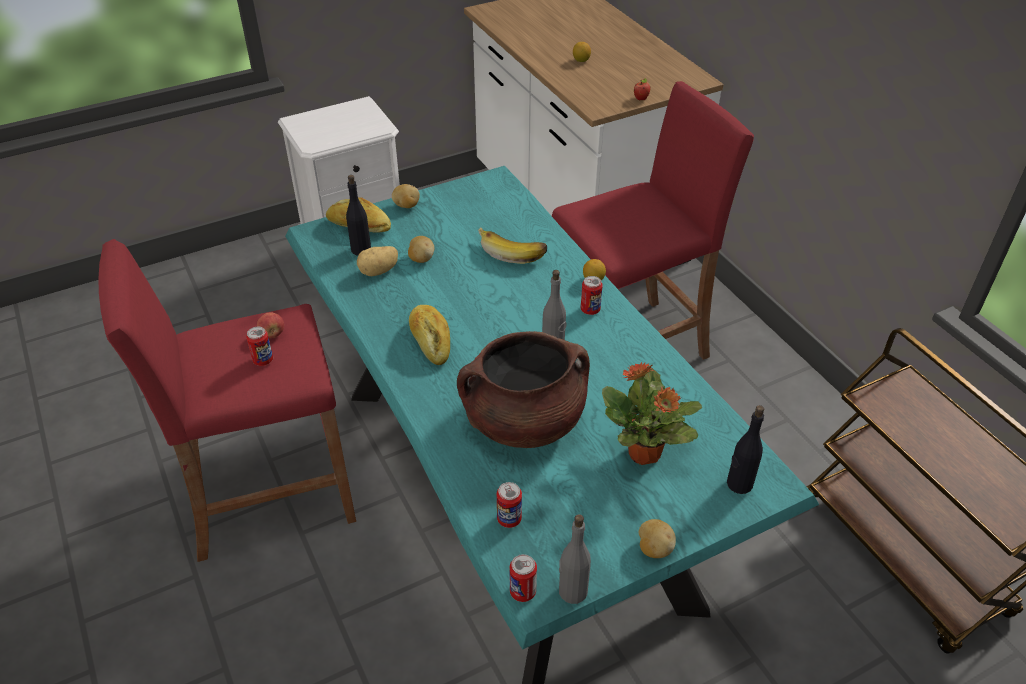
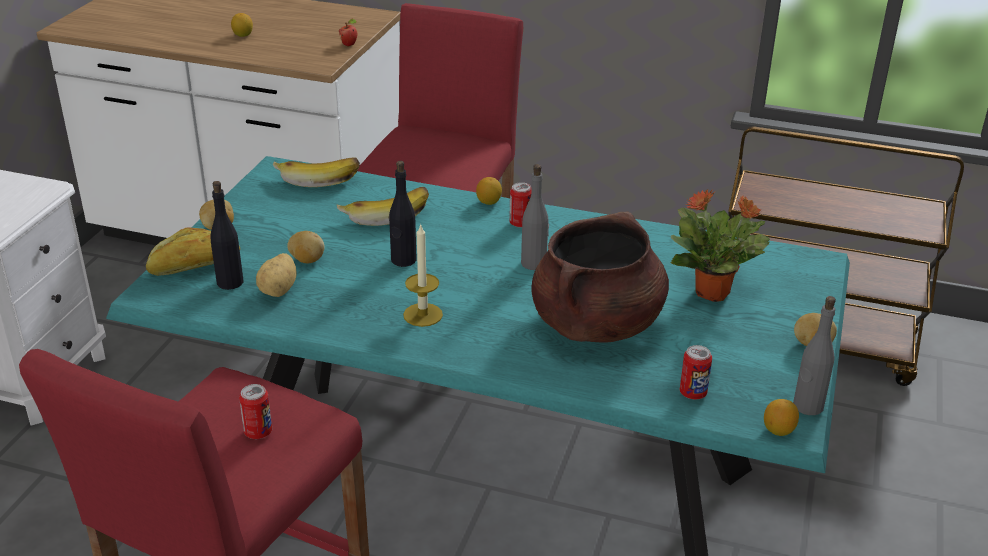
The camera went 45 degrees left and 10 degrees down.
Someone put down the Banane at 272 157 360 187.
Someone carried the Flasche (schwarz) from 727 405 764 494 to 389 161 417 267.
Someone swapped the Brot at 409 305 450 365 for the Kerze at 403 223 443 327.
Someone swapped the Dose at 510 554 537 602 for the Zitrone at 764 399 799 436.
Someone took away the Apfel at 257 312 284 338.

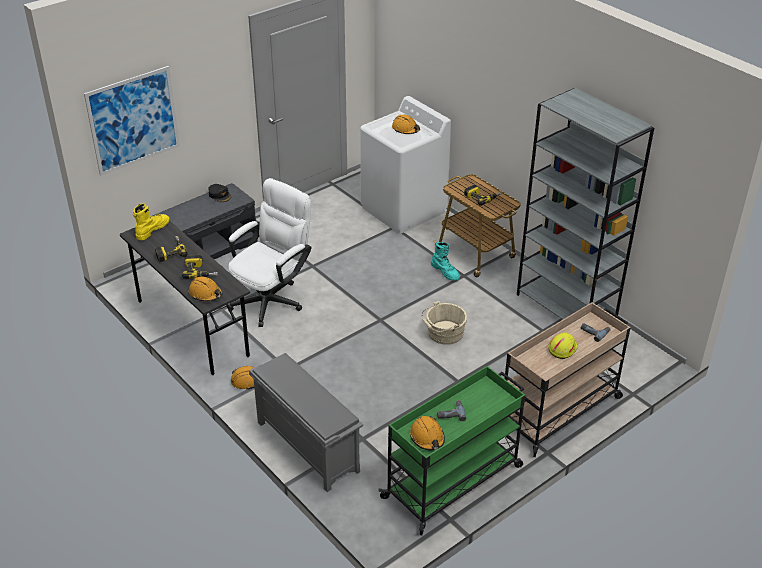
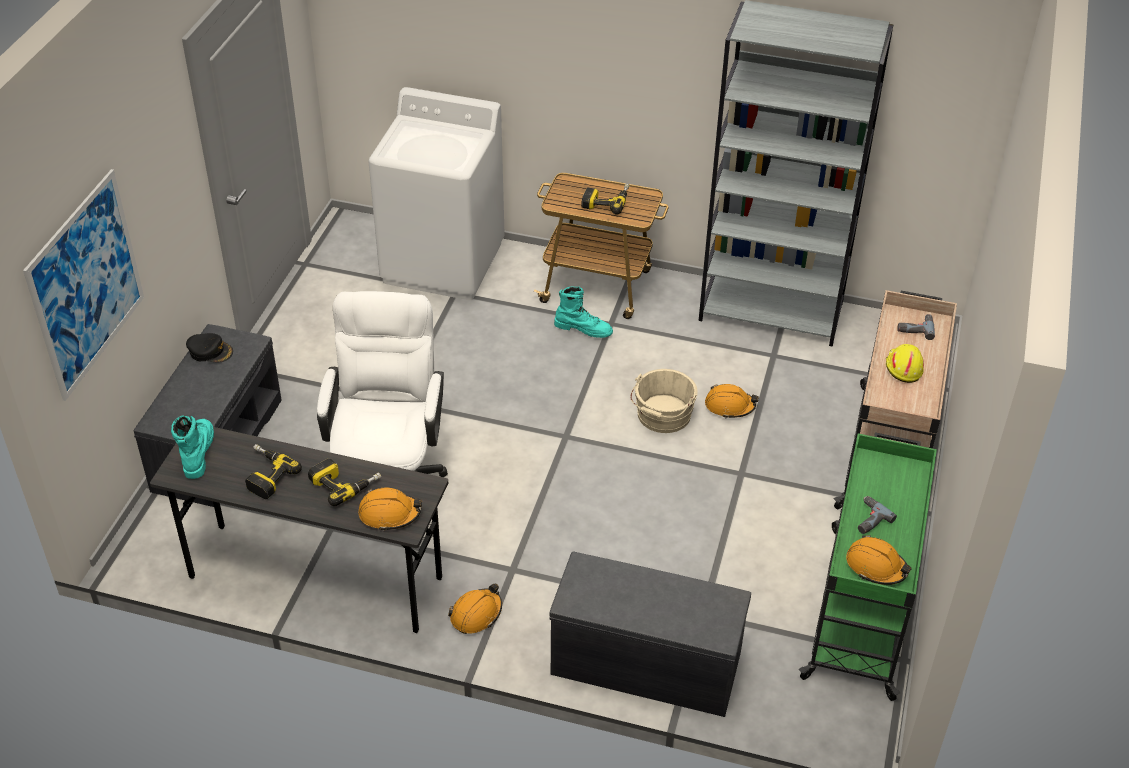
The camera went 35 degrees left and 5 degrees up.
Someone repainted the Stiefel (gelb) at 133 203 169 240, which became the Stiefel (türkis) at 171 415 214 479.
Someone swapped the Schuhregal (grau) at 249 353 363 492 for the Bank (grau) at 549 552 751 717.
Someone carried the Schutzhelm (orange) from 392 115 420 134 to 705 384 759 419.

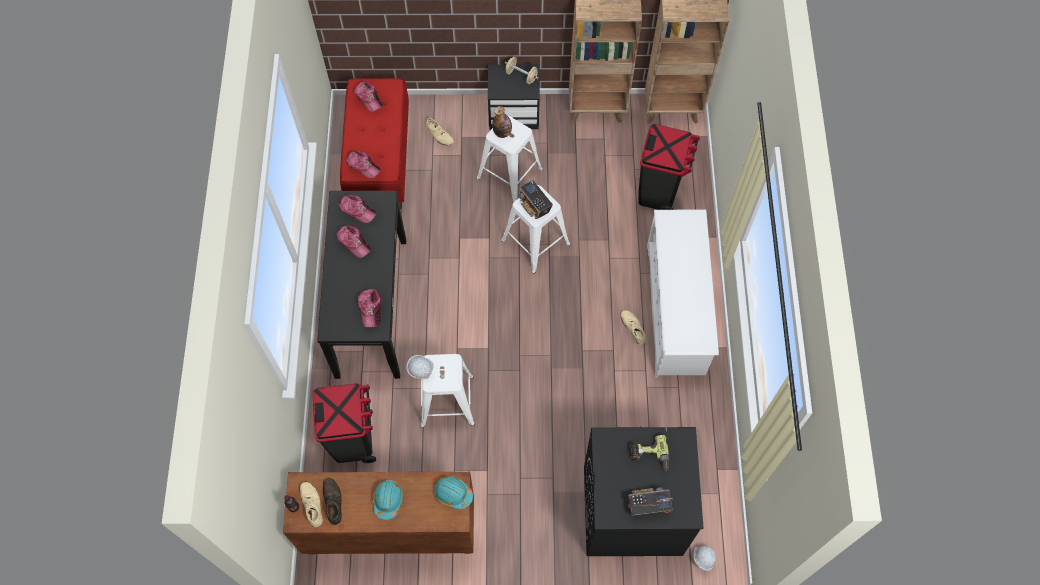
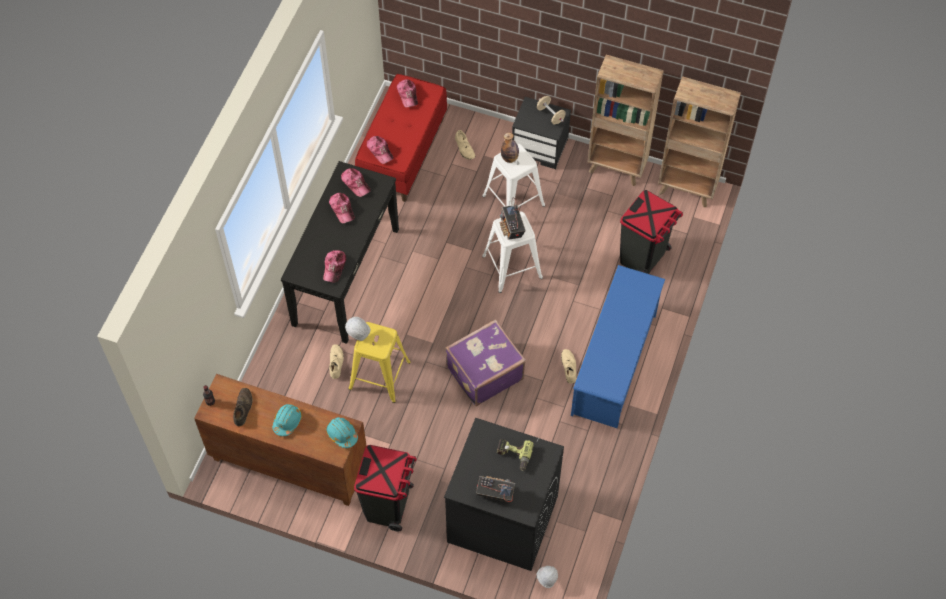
The camera went 20 degrees right and 5 degrees down.
Someone carried the Schuh (beige) from 300 482 323 527 to 329 344 344 379.
Someone repainted the Hocker (weiß) at 421 354 475 428, which became the Hocker (gelb) at 349 322 411 403.
Someone carried the Mülleimer (schwarz) from 313 383 376 463 to 354 445 416 531.
Someone put down the Koffer (lila) at 445 319 526 406.
Someone repainted the Schuhregal (weiß) at 647 210 719 378, which became the Schuhregal (blau) at 571 265 665 428.

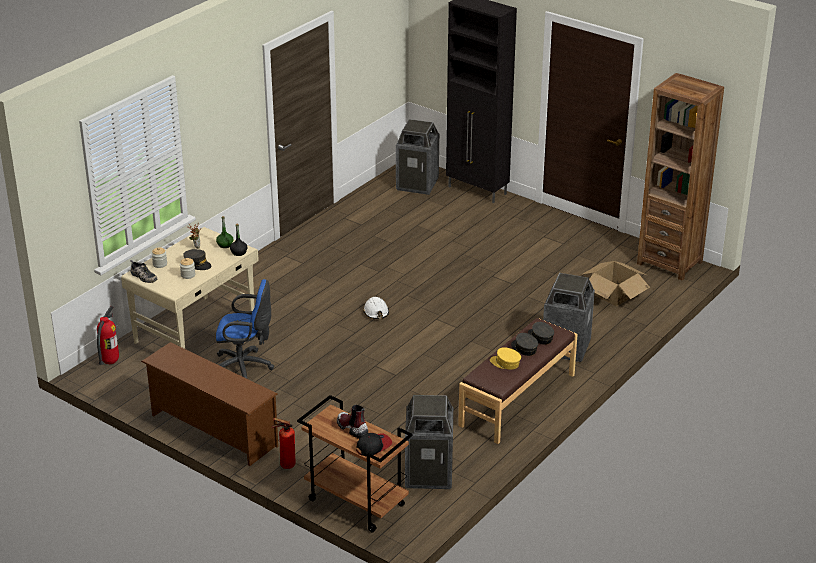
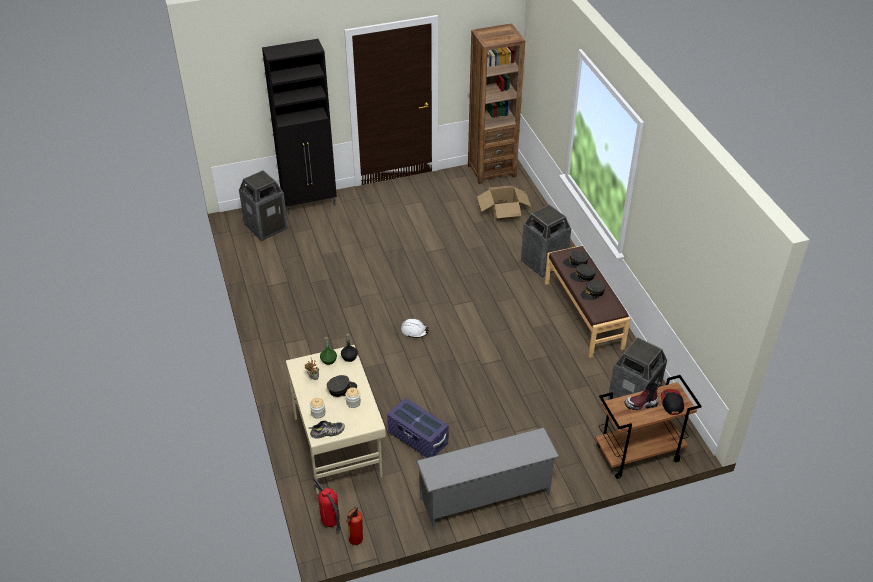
The camera went 55 degrees left and 10 degrees up.
Someone carried the Feuerlöscher from 272 418 295 469 to 346 507 363 545.
Someone swapped the Bürostuhl (blau) at 216 279 274 379 for the Aufbewahrungsbox (lila) at 387 398 449 458.
Someone repainted the Schuhregal (braun) at 141 342 279 466, which became the Schuhregal (grau) at 416 427 560 527.
Someone repainted the Kappe (gelb) at 490 347 521 370, which became the Kappe (grau) at 580 280 606 300.

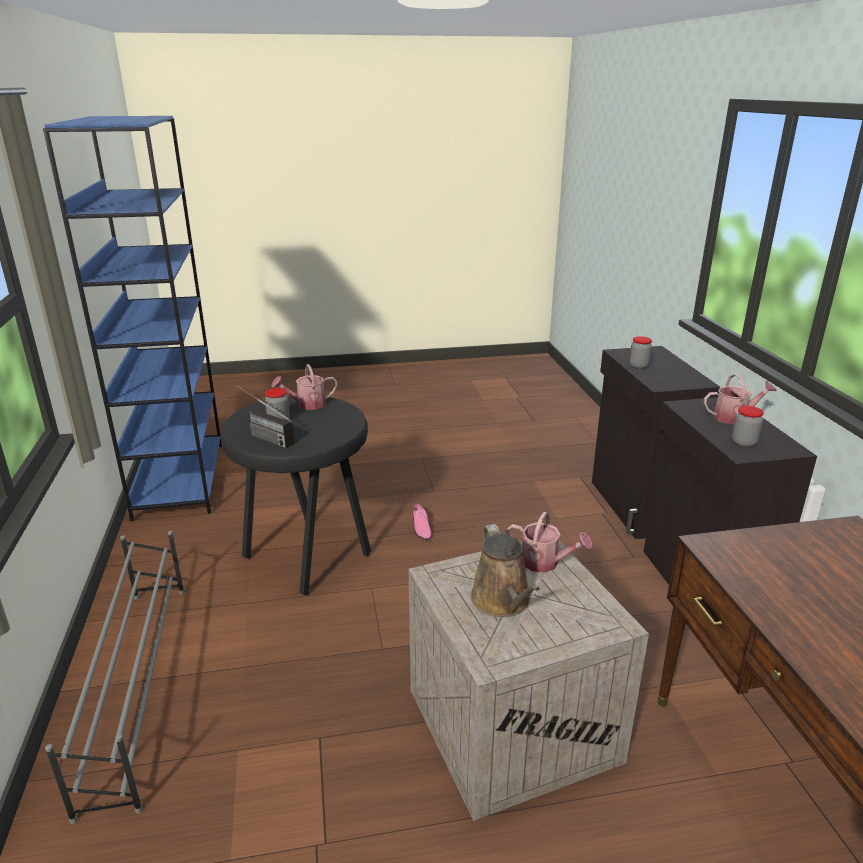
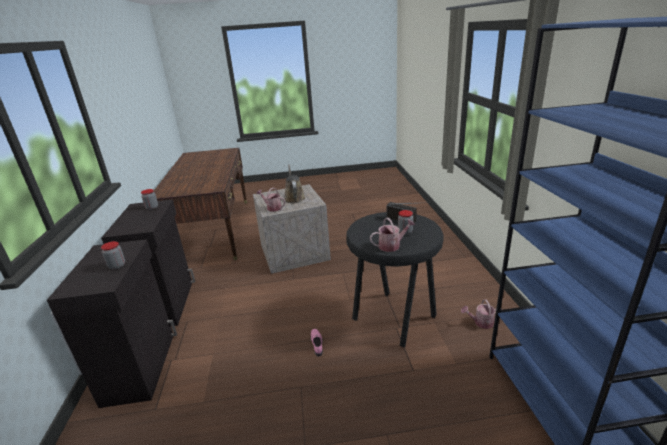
The camera went 175 degrees left and 0 degrees up.
Someone carried the Gießkanne from 704 374 777 424 to 461 299 502 329.
Someone took away the Schuhregal (grau) at 45 531 185 824.

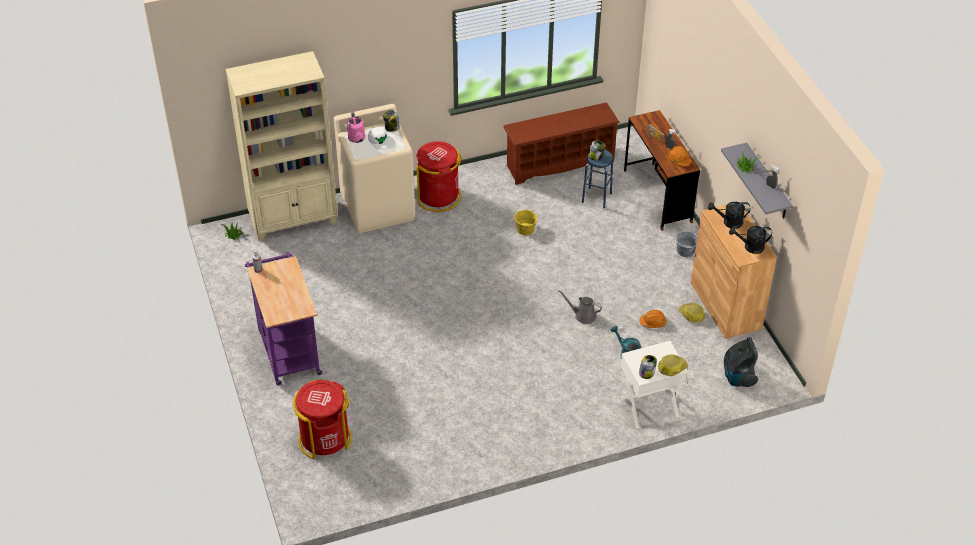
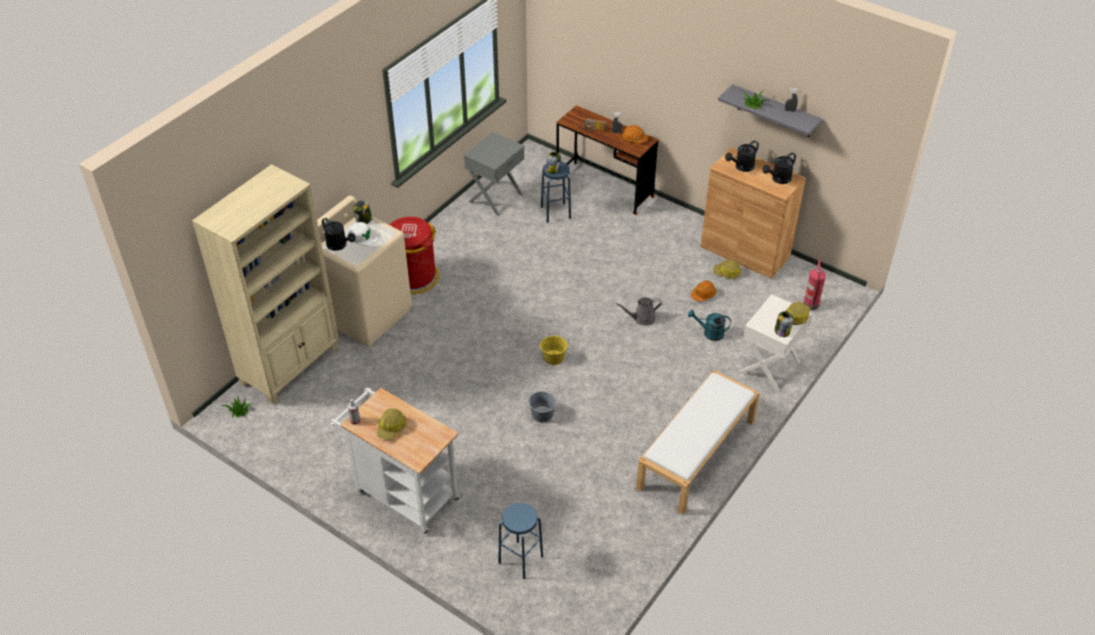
The camera went 35 degrees left and 0 degrees up.
Someone repainted the Gießkanne (rosa) at 347 112 365 143, which became the Gießkanne (schwarz) at 322 218 355 251.
Someone repainted the Rollwagen (lila) at 245 252 322 386, which became the Rollwagen (weiß) at 331 388 459 535.
Someone put down the Schutzhelm at 376 408 407 440.
Someone swapped the Schuhregal (braun) at 503 103 620 185 for the Nachttisch (grau) at 464 132 524 216.
Someone swapped the Mülleimer (rot) at 293 379 352 459 for the Hocker (blau) at 498 503 543 579.
Someone carried the Eimer (grau) from 676 231 697 257 to 529 391 556 422.
Someone carried the Eimer (gelb) from 514 208 538 235 to 540 332 567 365.
Someone put down the Bank (weiß) at 636 370 760 515.
Someone swapped the Staubsauger at 724 337 758 387 for the Feuerlöscher at 803 259 826 310.

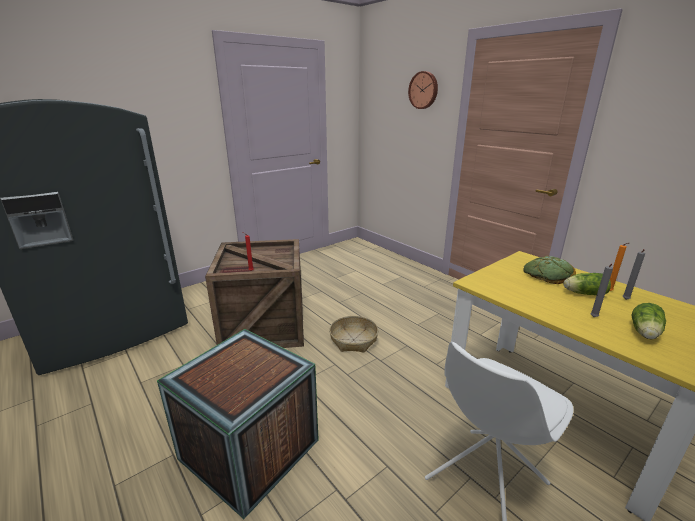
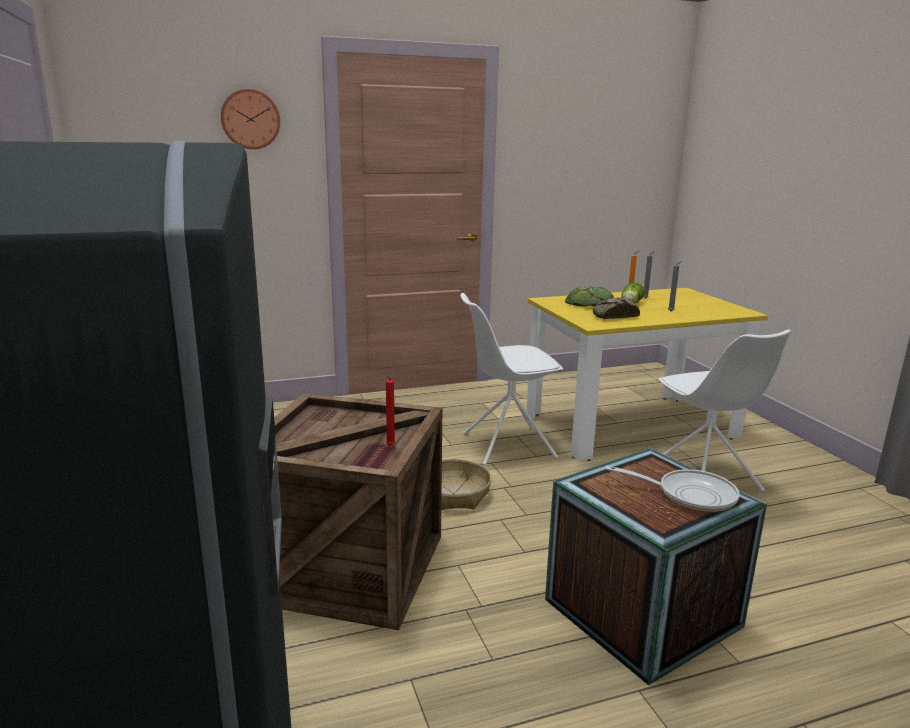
The camera went 70 degrees left and 5 degrees down.
Someone put down the Stuhl (weiß) at 460 293 563 466.
Someone put down the Brot at 593 297 640 319.
Someone put down the Pfanne at 605 466 739 512.
Someone took away the Salatkopf at 631 303 666 339.

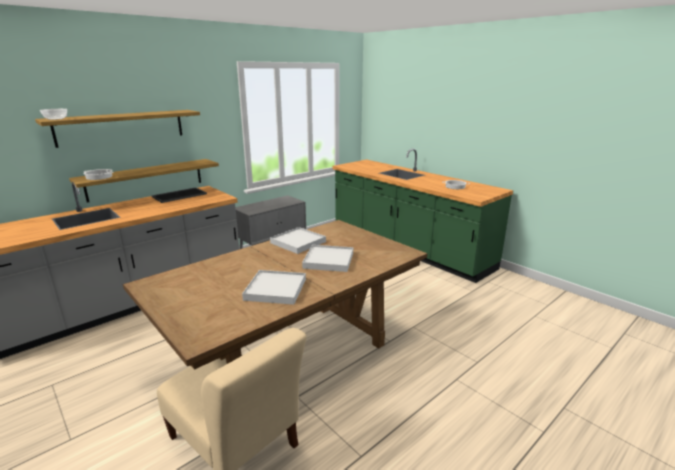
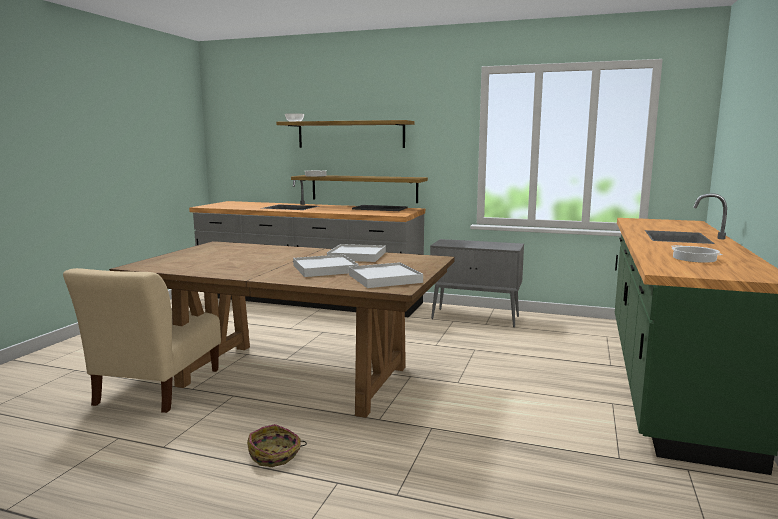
The camera went 60 degrees right and 10 degrees down.
Someone put down the Korb at 247 424 307 467.
Someone carried the Tablett (weiß) from 242 270 306 305 to 349 262 423 288.

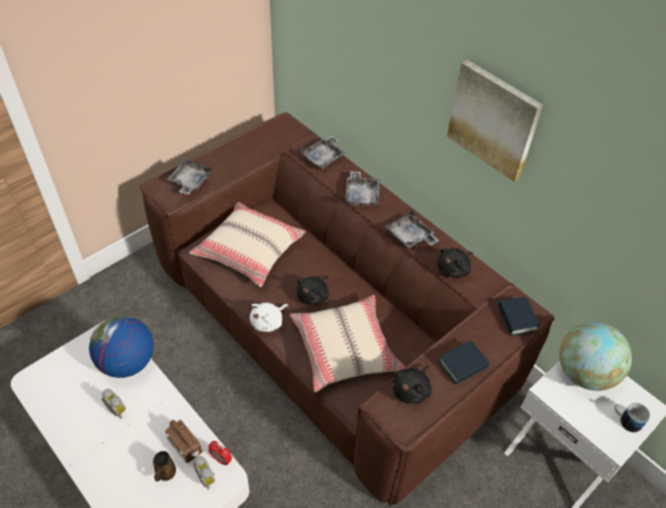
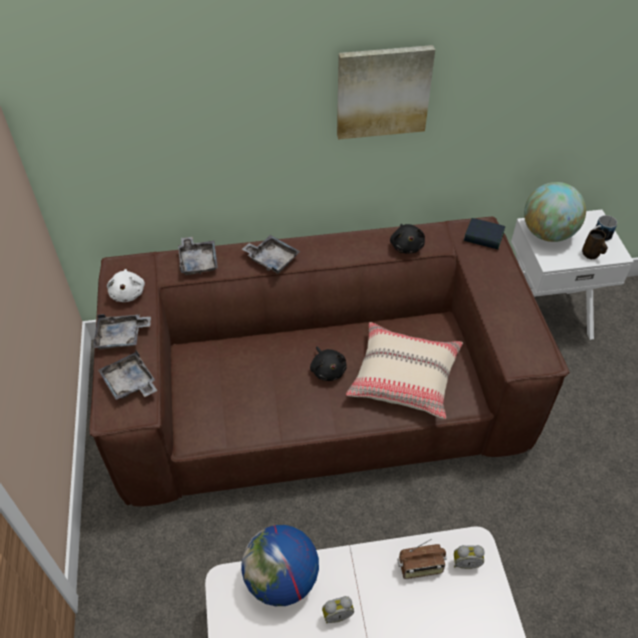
The camera went 55 degrees left and 0 degrees up.
Someone carried the Tablett (grau) from 385 210 439 248 to 93 314 151 350.
Someone carried the Plüschtier (weiß) from 250 303 288 332 to 107 269 145 302.
Someone carried the Henkelbecher (braun) from 153 451 176 482 to 582 229 608 259.
Someone took away the Kissen (beige) at 189 202 305 287.
Someone took away the Wecker at 208 441 232 466.
Someone took away the Plüschtier (schwarz) at 392 365 432 404.
Someone took away the Buch at 438 340 490 384.

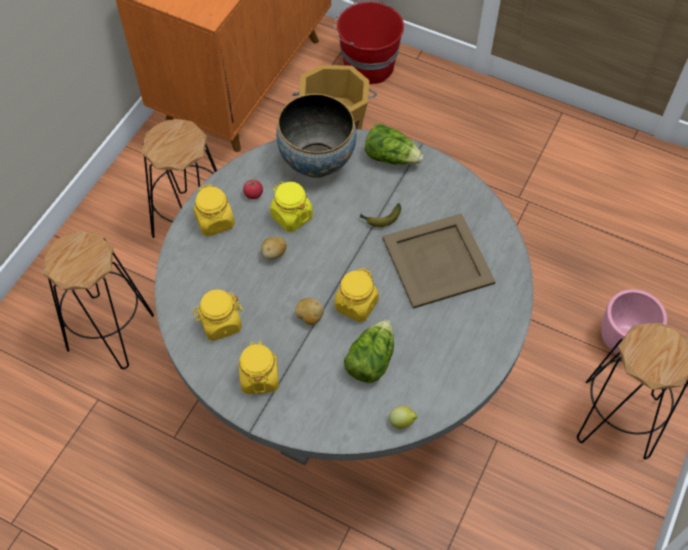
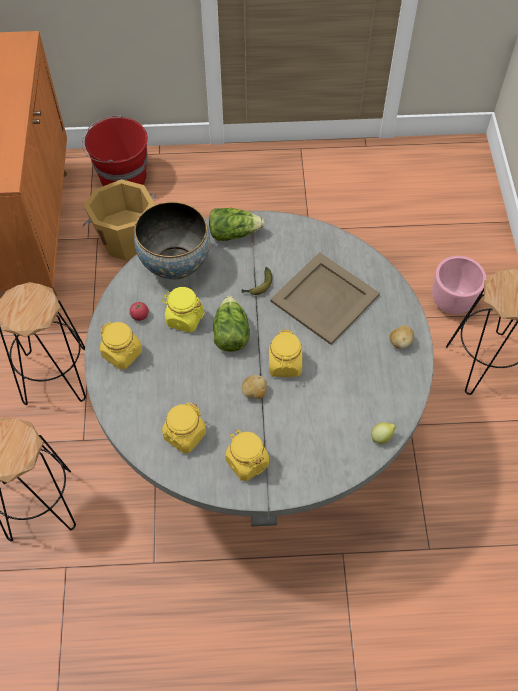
The camera went 30 degrees left and 0 degrees up.
Someone carried the Salatkopf from 344 320 394 383 to 213 296 250 352.
Someone carried the Kartoffel from 261 237 287 260 to 390 325 414 349.

